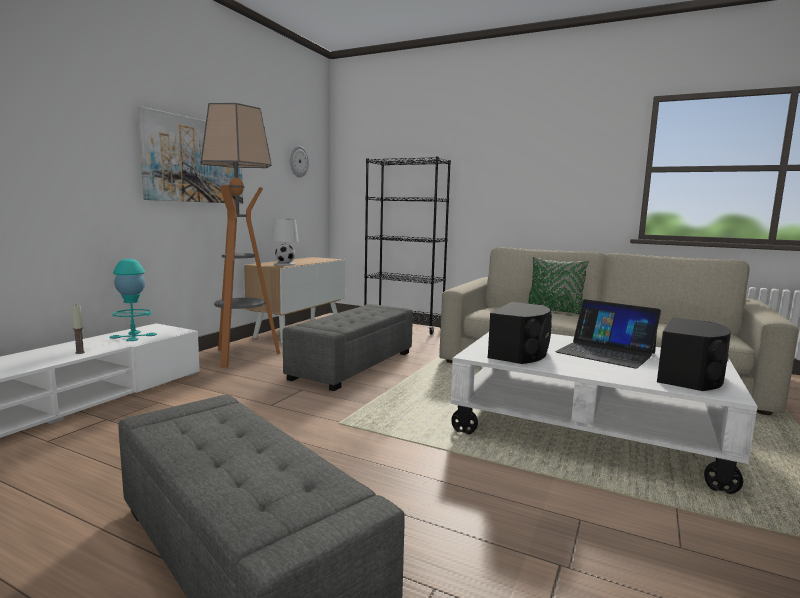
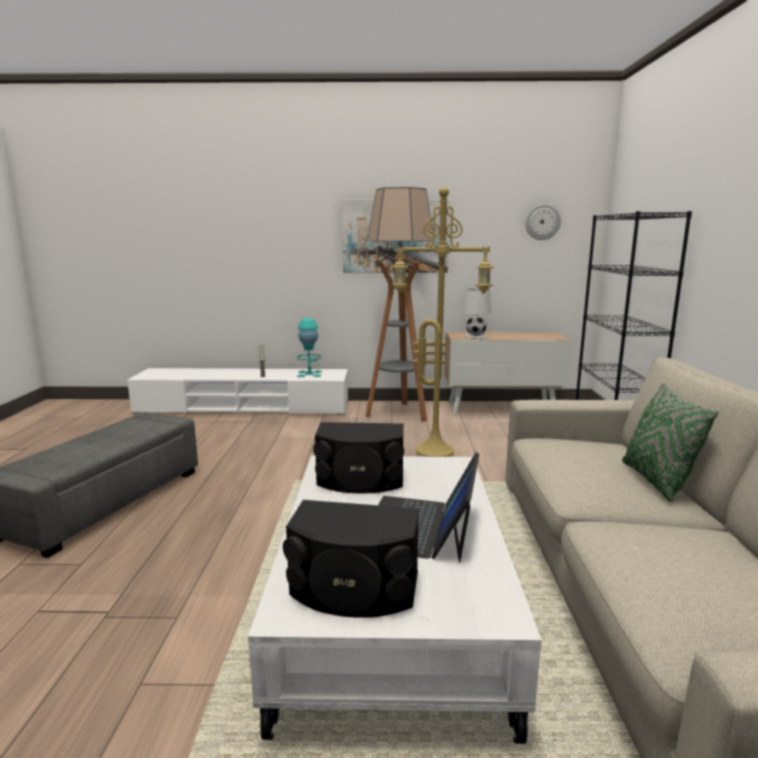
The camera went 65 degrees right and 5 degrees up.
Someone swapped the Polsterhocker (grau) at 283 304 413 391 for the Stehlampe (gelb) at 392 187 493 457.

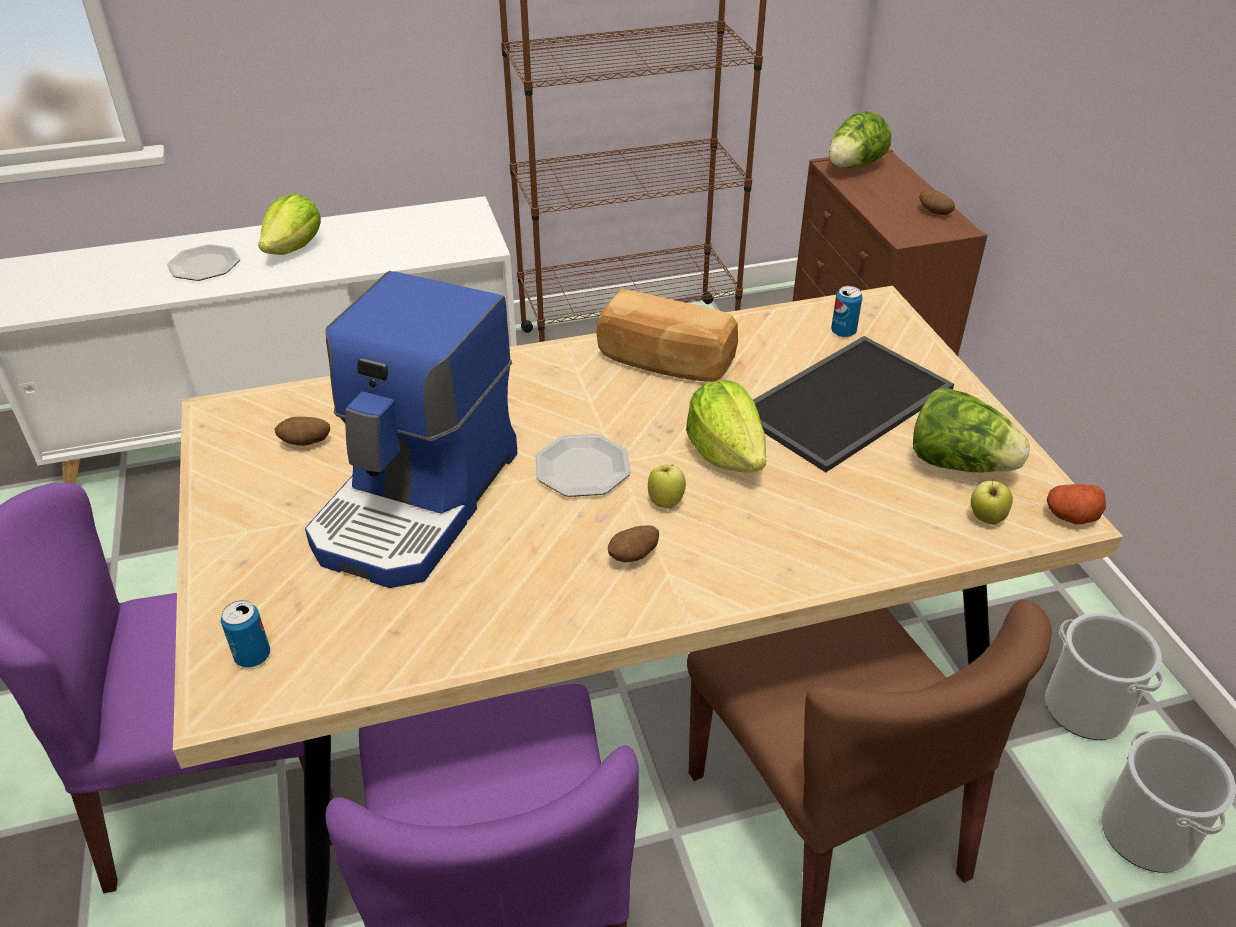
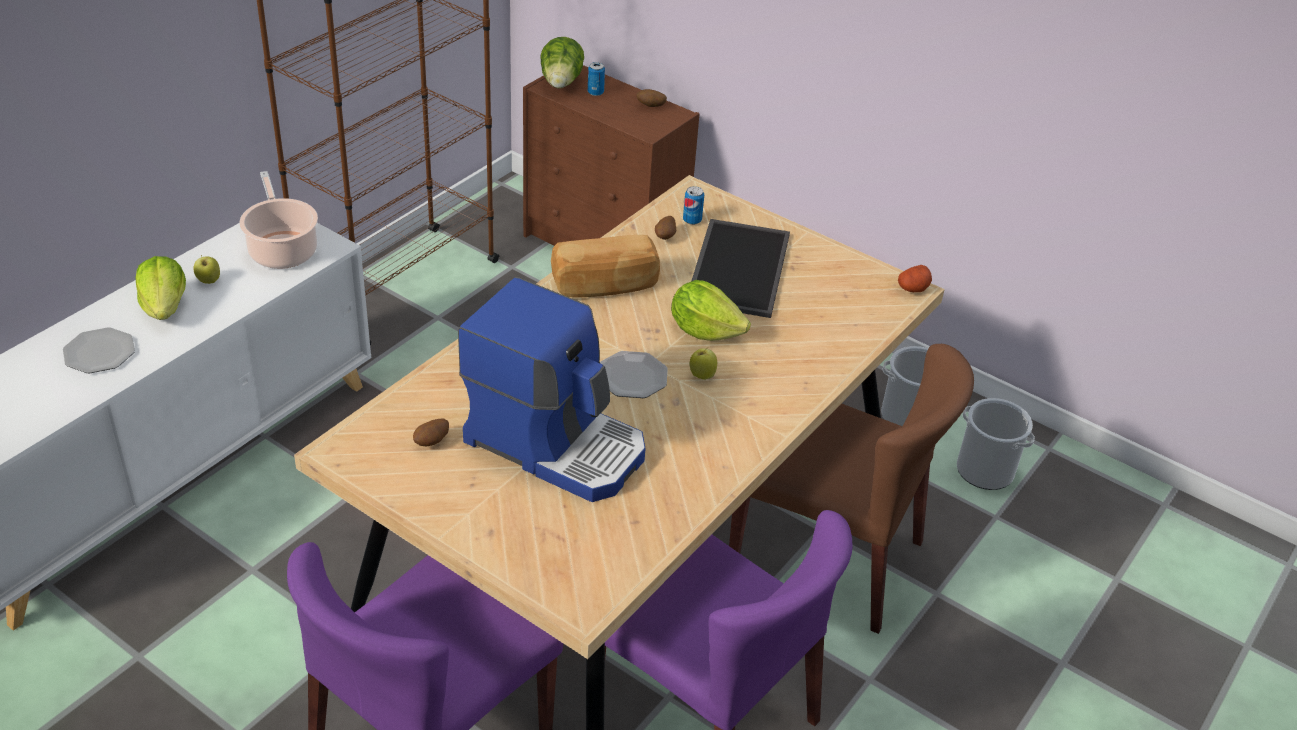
The camera went 40 degrees left and 0 degrees up.
Someone carried the Apfel from 971 478 1013 525 to 193 255 220 284.
Someone put down the Kochtopf at 239 171 318 269.
Someone rotated the Kaffeemaschine at 305 271 518 588 by 45 degrees counterclockwise.
Someone carried the Dose from 221 600 270 668 to 588 62 605 96.
Someone carried the Kartoffel from 608 525 659 562 to 655 216 676 240.
Someone took away the Salatkopf at 913 387 1030 472.

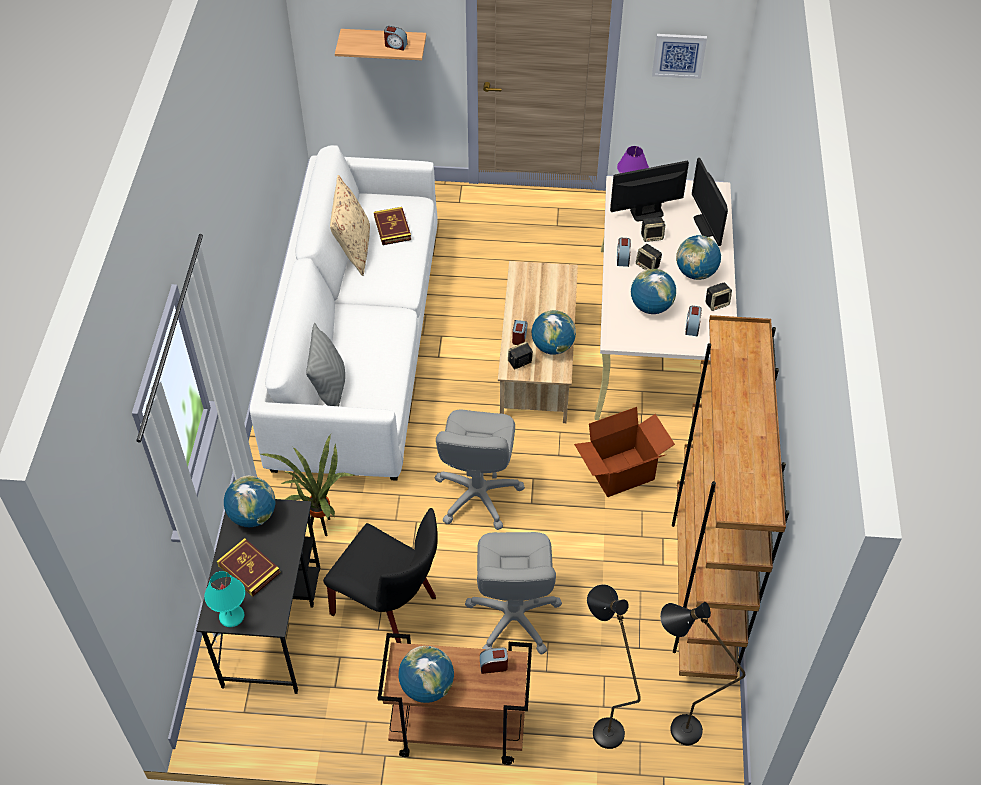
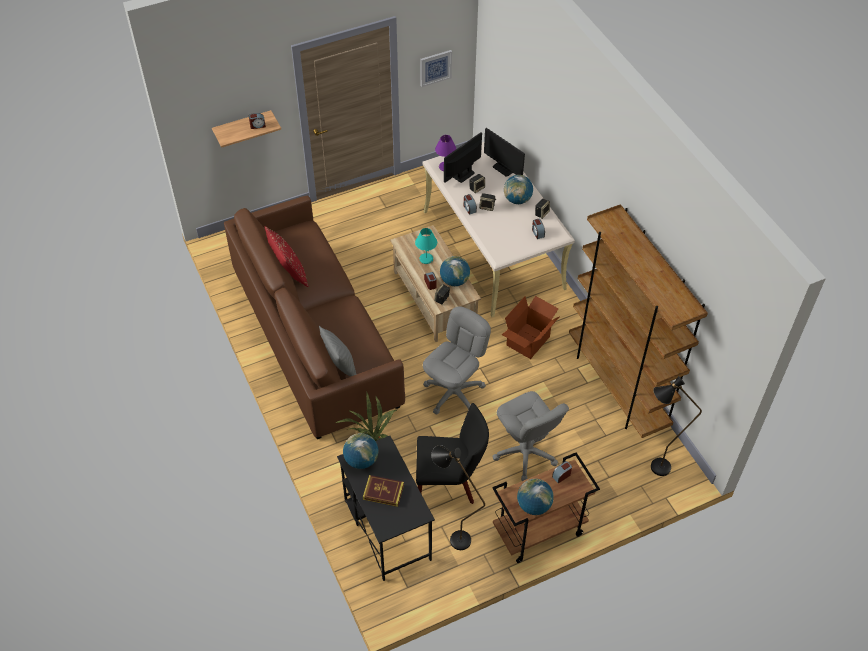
The camera went 30 degrees left and 0 degrees up.
Someone repainted the Sofa (weiß) at 250 145 438 481, which became the Sofa (braun) at 224 196 405 439.
Someone repainted the Kissen (beige) at 330 175 370 276, which became the Kissen (rot) at 265 226 308 287.
Someone carried the Tischlampe (türkis) from 204 571 245 627 to 415 228 437 264.
Someone rotated the Bürostuhl (grau) at 435 410 525 530 by 120 degrees counterclockwise.
Someone carried the Stehlampe (schwarz) from 587 584 641 749 to 431 445 485 550.
Someone took away the Buch at 374 207 411 245.
Someone took away the Globus at 631 269 676 314.

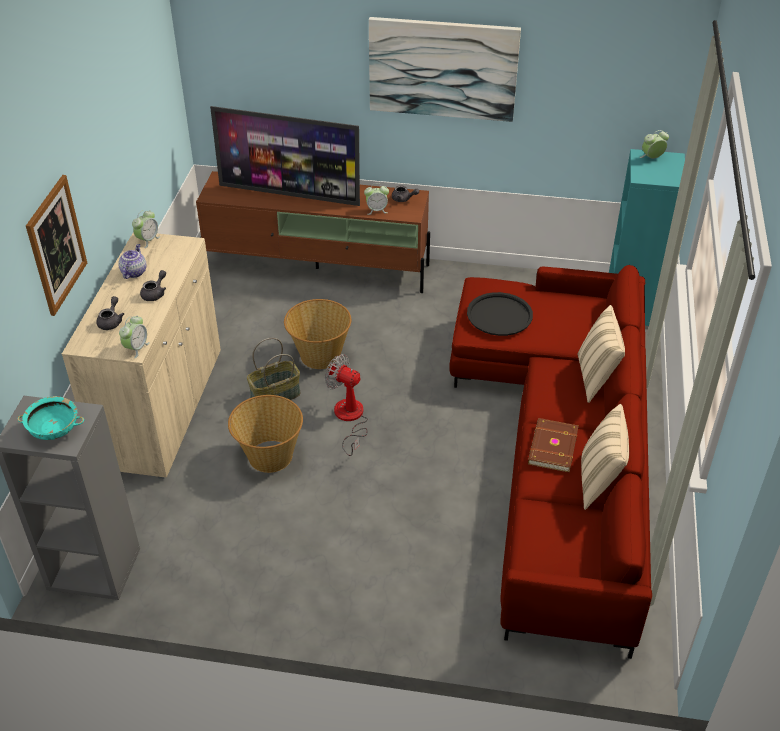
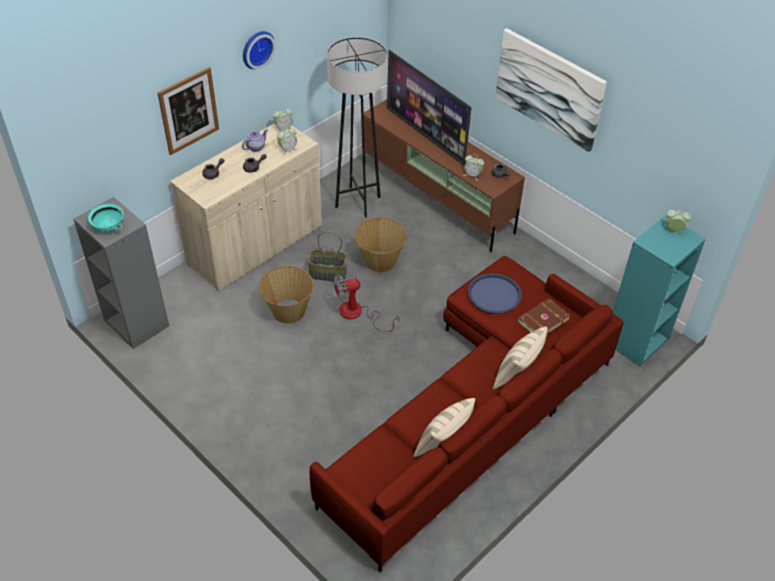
The camera went 35 degrees right and 5 degrees up.
Someone put up the Wanduhr at 243 31 276 69.
Someone carried the Wecker from 119 315 150 358 to 277 127 298 155.
Someone put down the Stehlampe (grau) at 327 37 387 218.
Someone rotated the Ventilator at 325 354 368 456 by 90 degrees counterclockwise.
Someone repainted the Tablett (schwarz) at 467 292 533 336, which became the Tablett (blau) at 468 273 522 314.
Someone carried the Buch (braun) from 528 418 579 473 to 517 298 570 334.

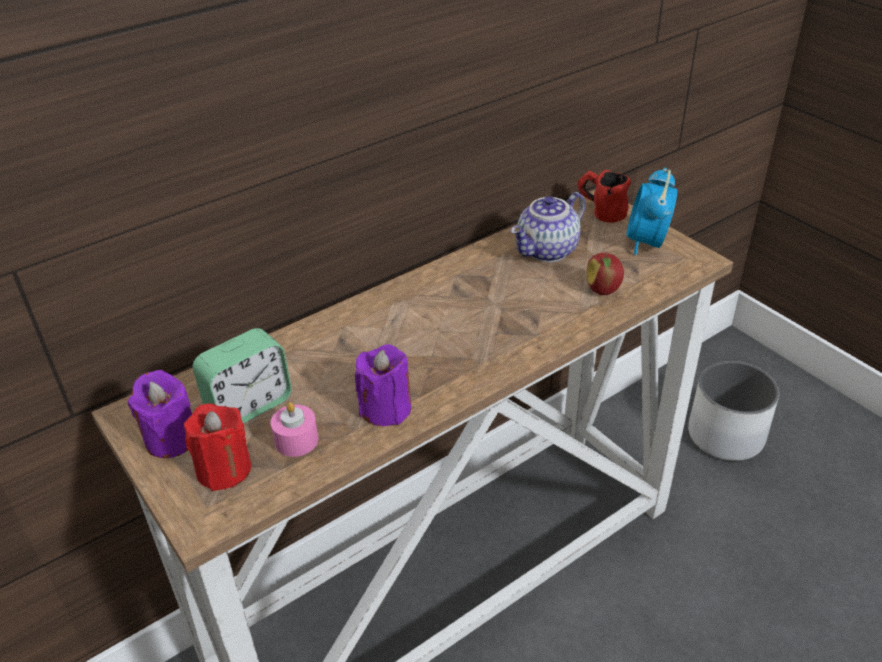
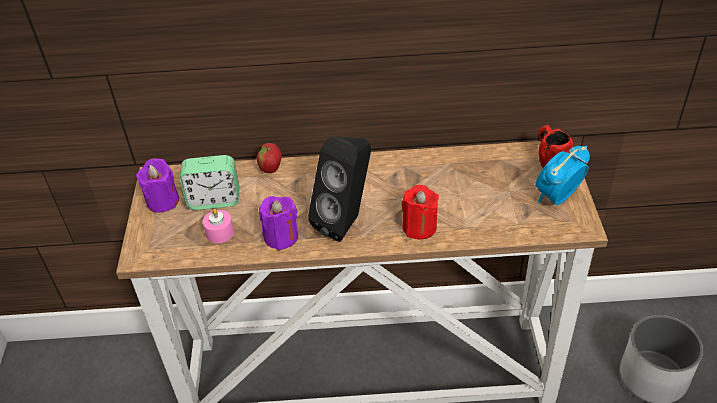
The camera went 35 degrees right and 5 degrees up.
Someone carried the Apfel from 587 253 624 295 to 257 143 282 173.
Someone put down the Lautsprecher (schwarz) at 308 137 371 242.
Someone carried the Kerze (rot) from 184 403 251 491 to 402 185 439 240.
Someone took away the Teekanne at 511 192 586 262.

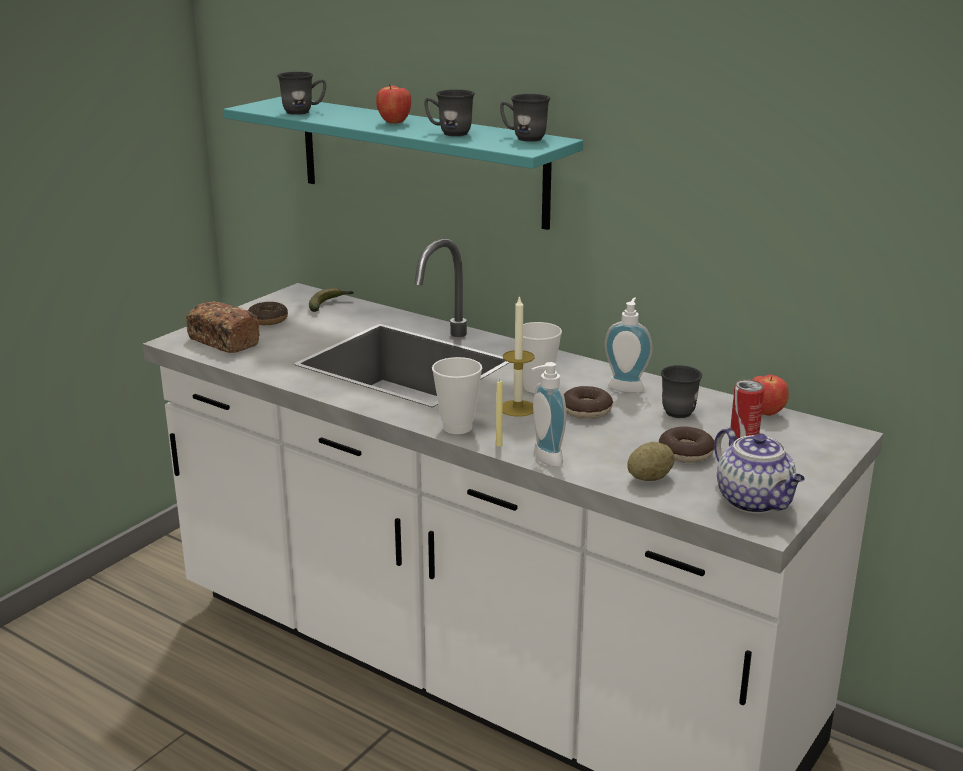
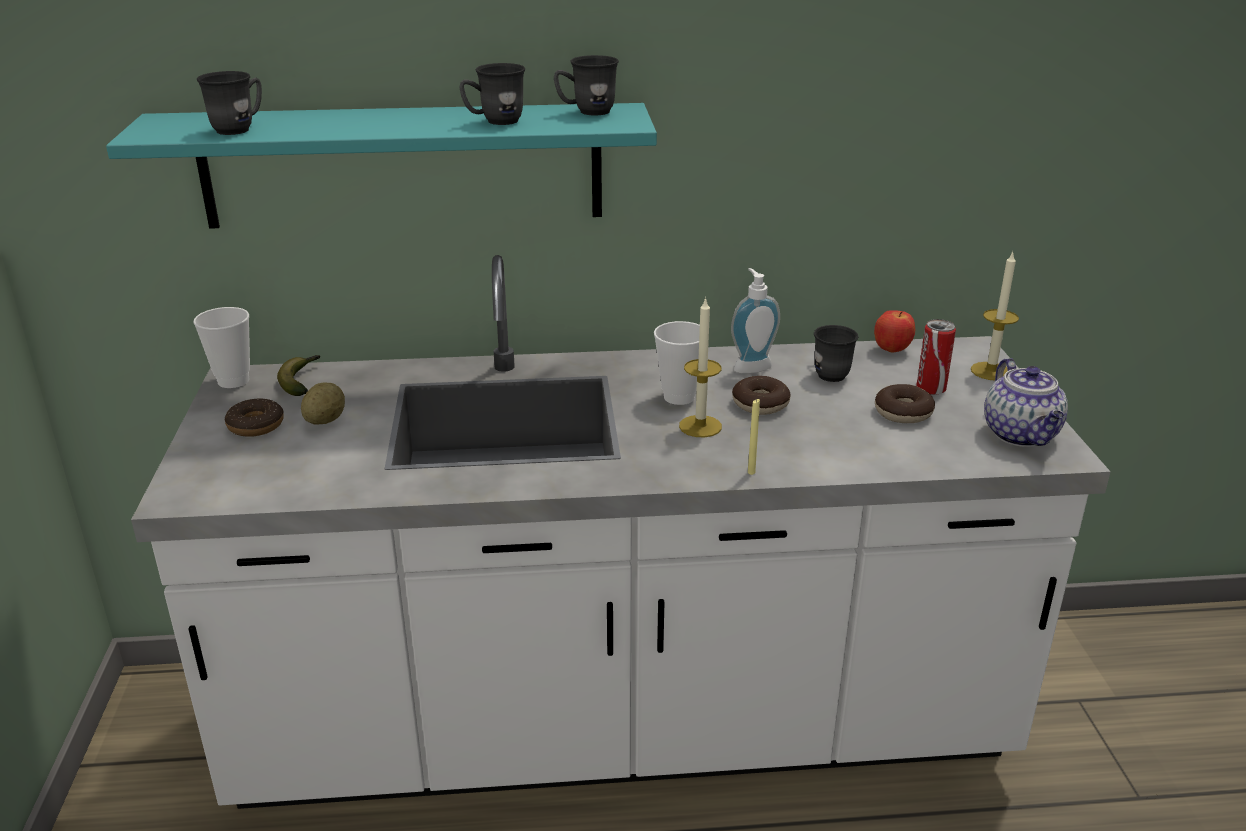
The camera went 40 degrees left and 5 degrees up.
Someone carried the Tasse from 432 357 482 434 to 194 307 250 388.
Someone carried the Kartoffel from 627 442 675 481 to 301 382 345 425.
Someone put down the Kerze at 971 252 1019 380.
Someone rotated the Teekanne at 714 428 805 513 by 60 degrees clockwise.
Someone took away the Brot at 186 301 260 353.
Someone took away the Apfel at 376 84 411 124.
Someone took away the Seifenspender at 531 362 566 467.

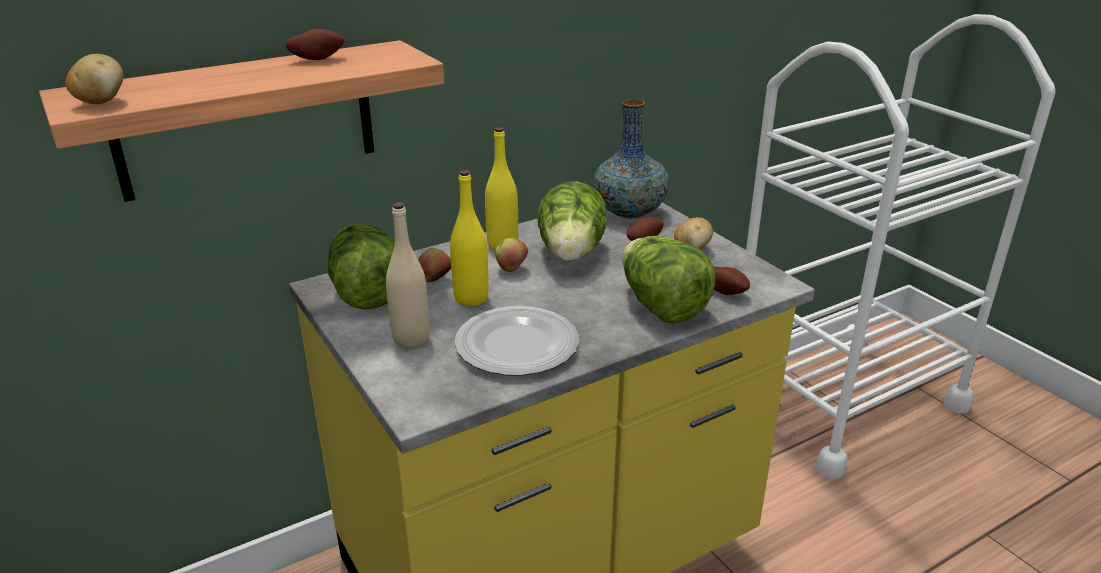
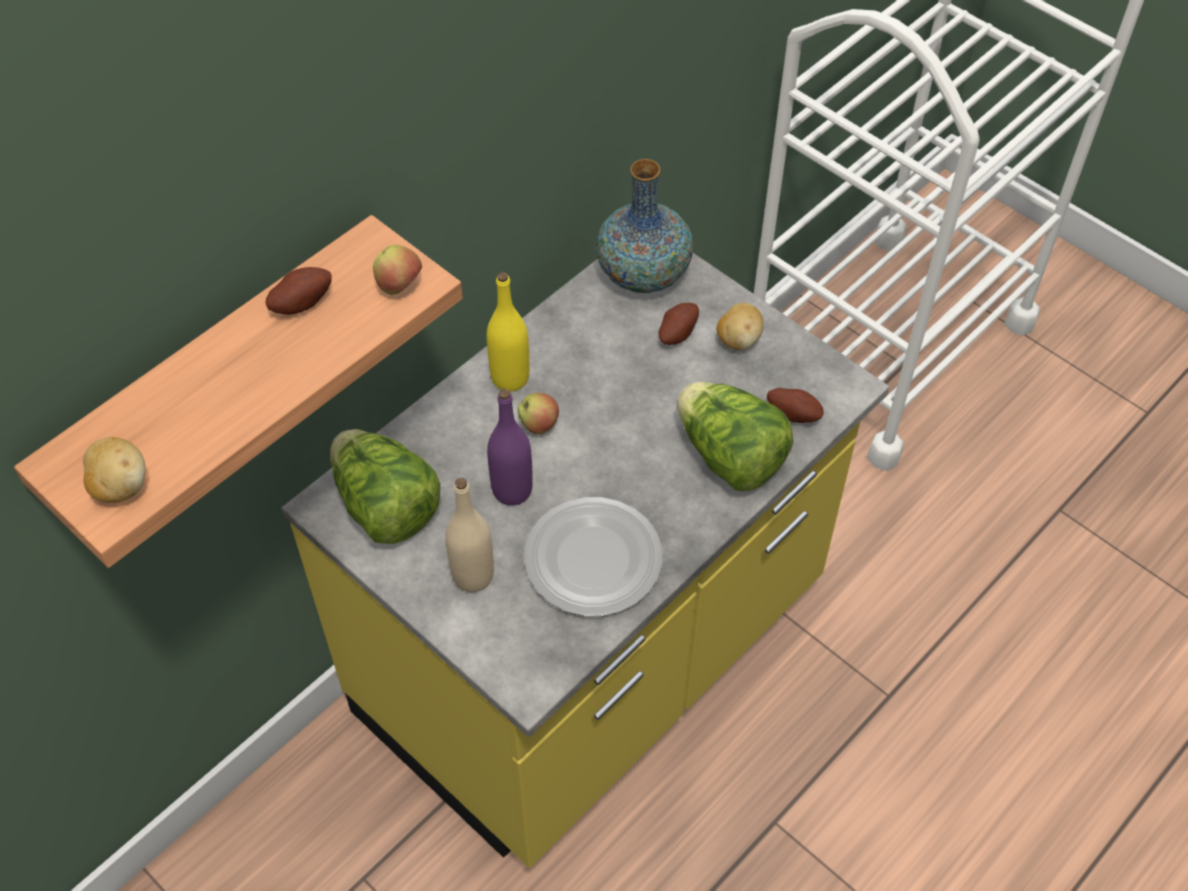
The camera went 15 degrees left and 25 degrees up.
Someone carried the Apfel from 418 248 451 282 to 373 245 422 295.
Someone repainted the Flasche (gelb) at 450 170 488 307, which became the Flasche (lila) at 487 389 533 506.
Someone took away the Salatkopf at 537 181 606 262.

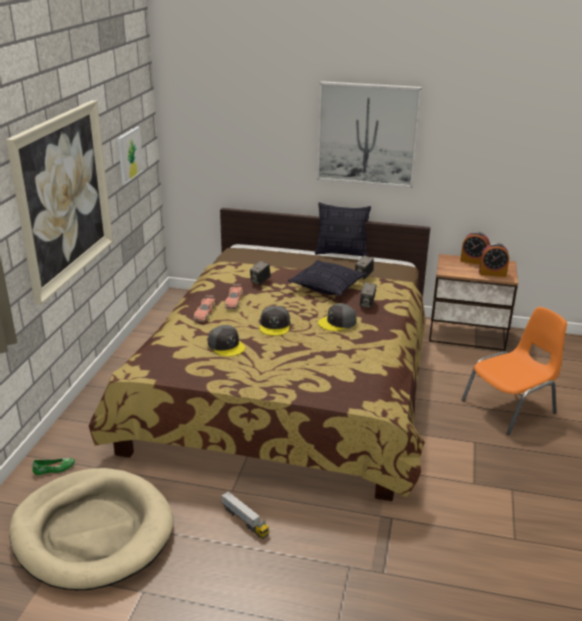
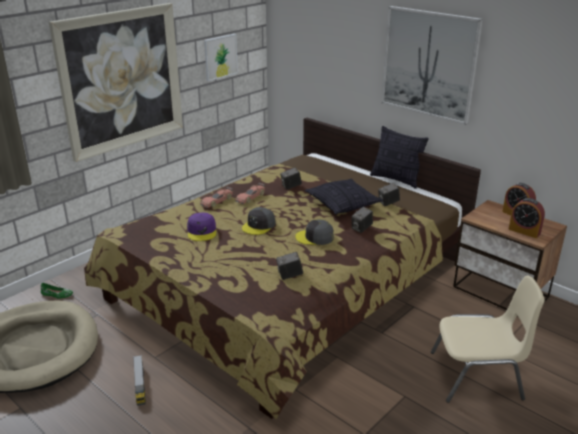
The camera went 30 degrees right and 0 degrees up.
Someone repainted the Kappe (grau) at 208 325 245 357, which became the Kappe (lila) at 187 213 216 241.
Someone put down the Kamera at 276 252 303 280.
Someone repainted the Stuhl (orange) at 462 307 567 435, which became the Stuhl (beige) at 431 275 545 403.

